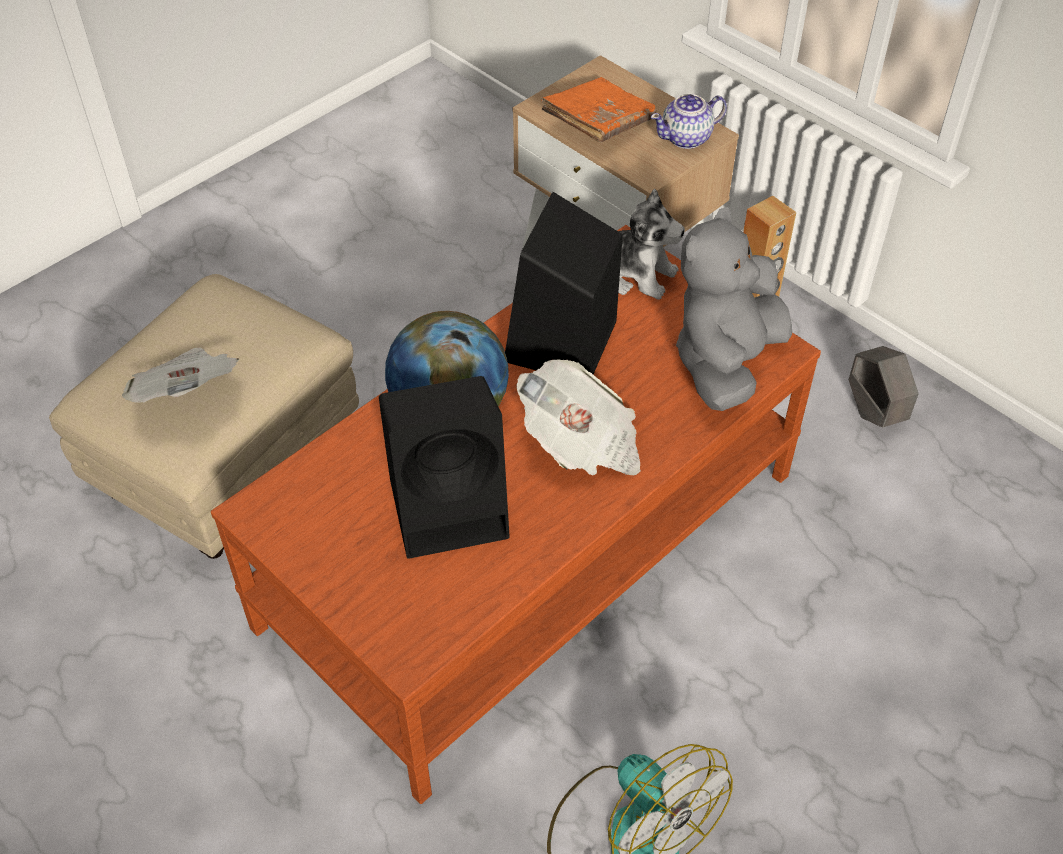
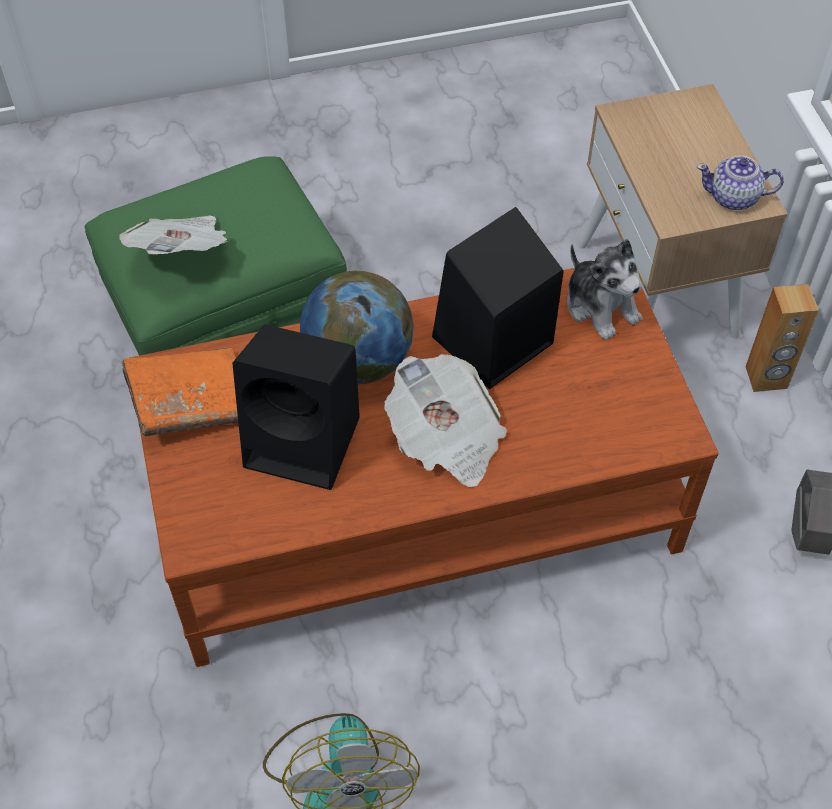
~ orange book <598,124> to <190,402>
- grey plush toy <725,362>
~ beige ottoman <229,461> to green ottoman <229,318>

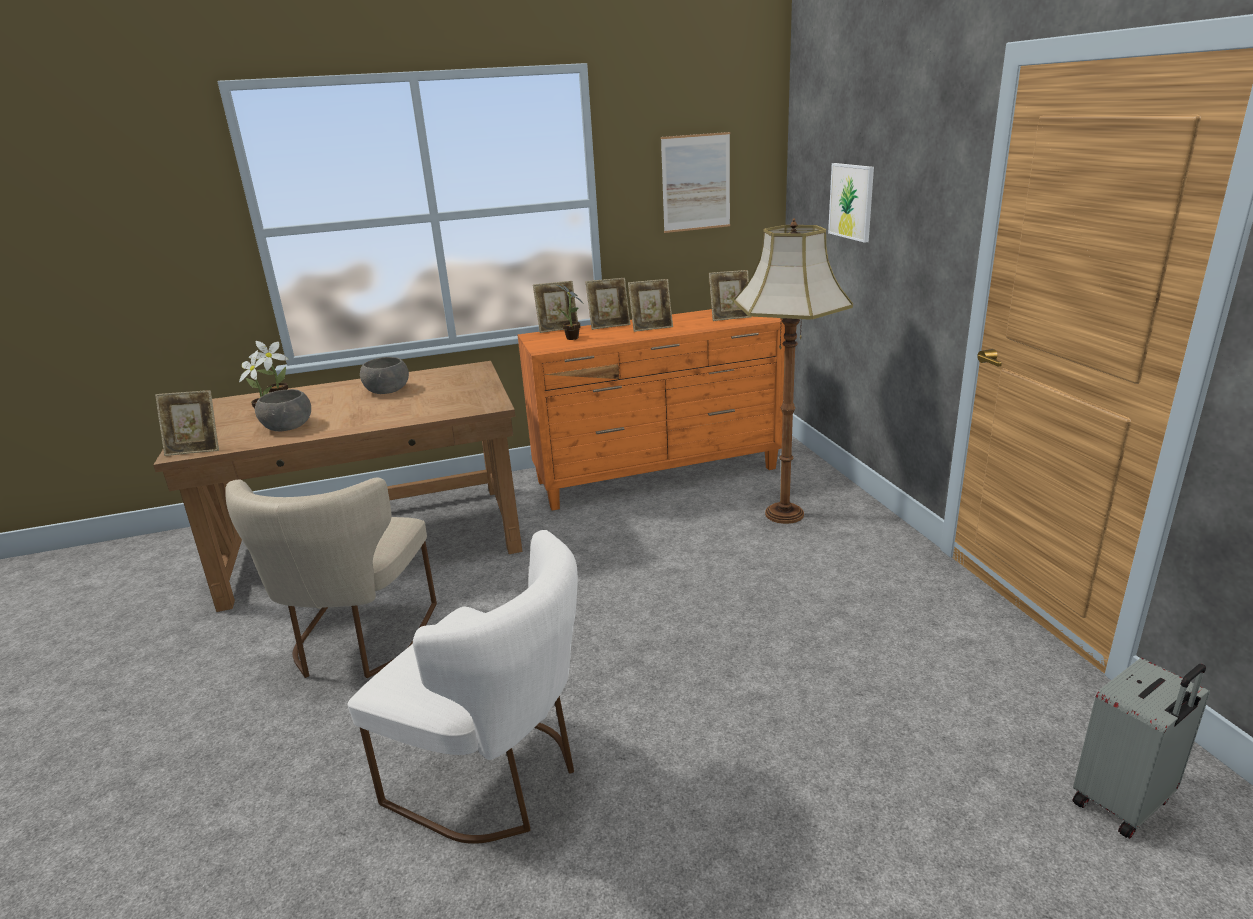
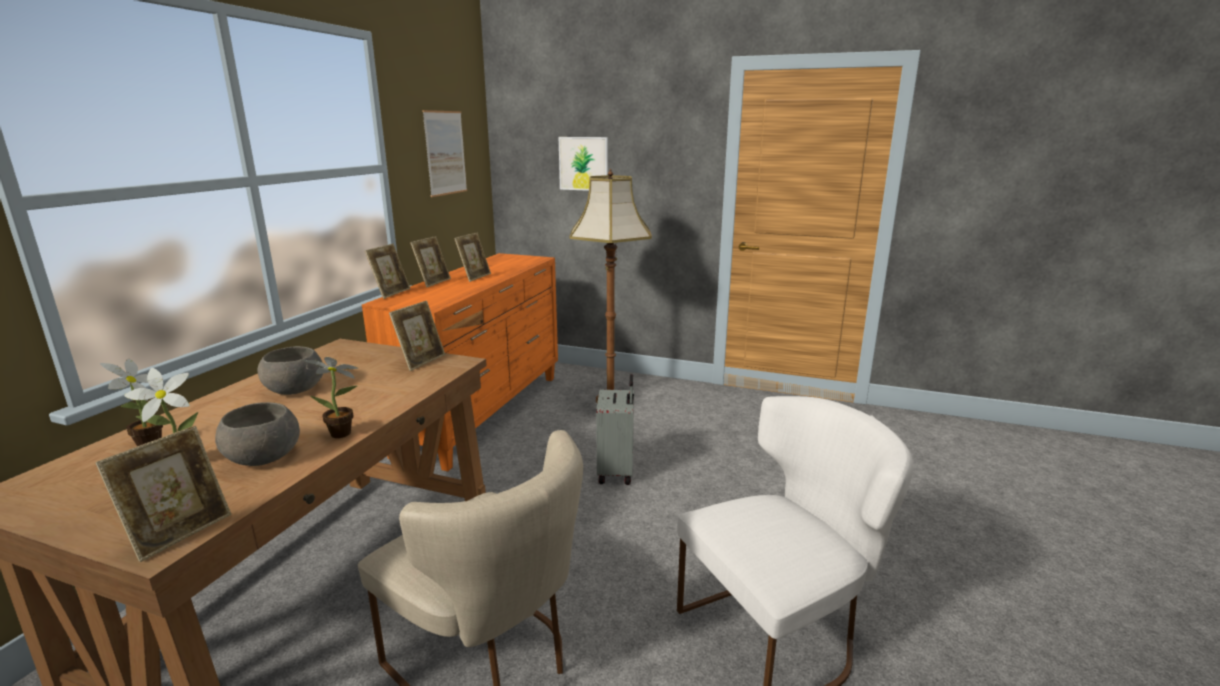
~ picture frame <730,317> to <421,361>
~ potted plant <573,338> to <344,434>
~ grey suitcase <1124,803> to <617,472>

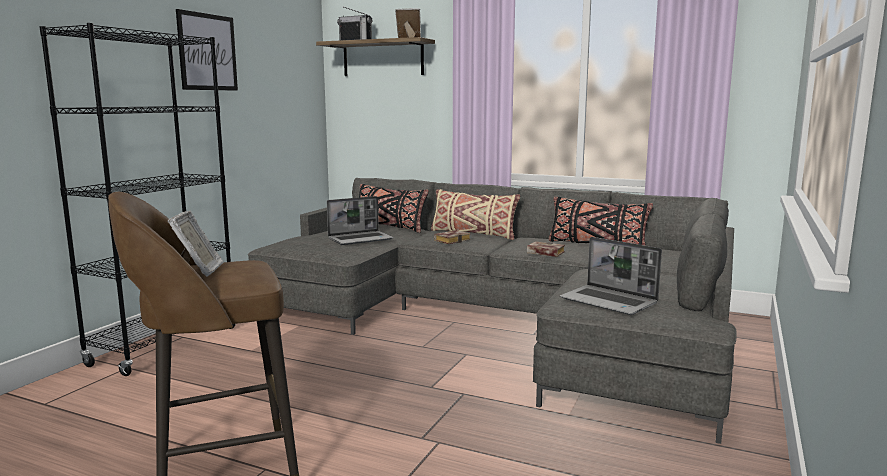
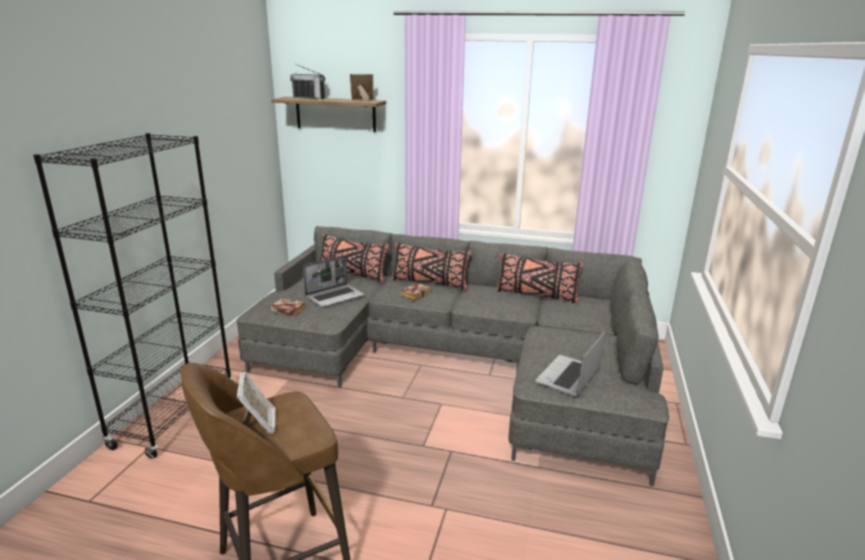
- picture <207,52>
~ beige pillow <473,234> to black pillow <430,283>
~ laptop <609,302> = <568,377> 90 degrees clockwise
~ book <543,253> to <287,310>

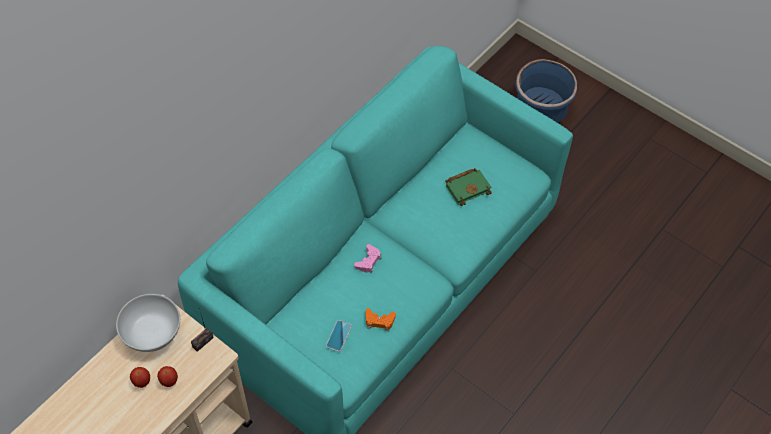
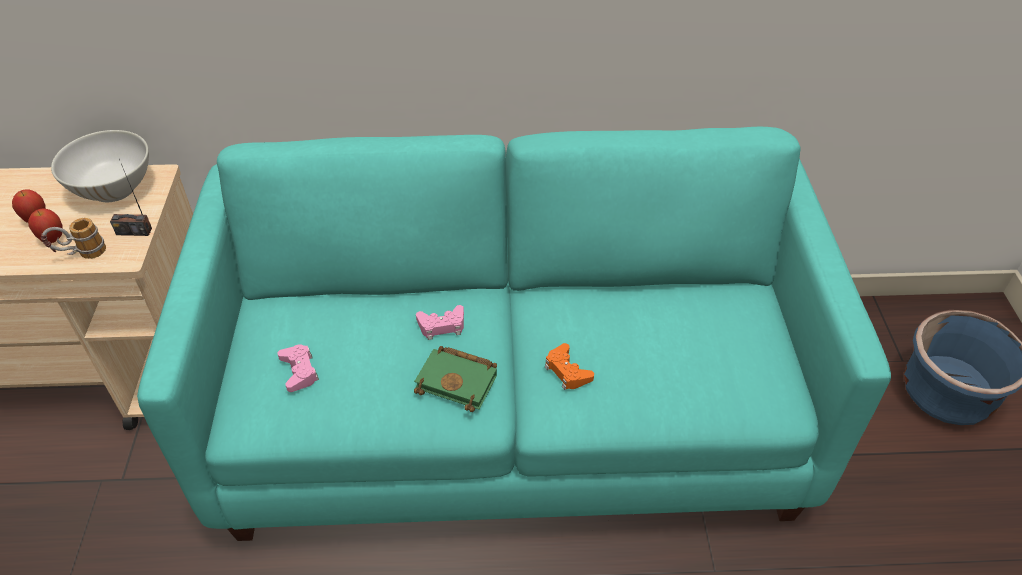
~ green book <468,187> to <459,381>
~ orange game controller <379,321> to <567,371>
~ phone <339,336> to pink game controller <299,371>
+ mug <81,255>

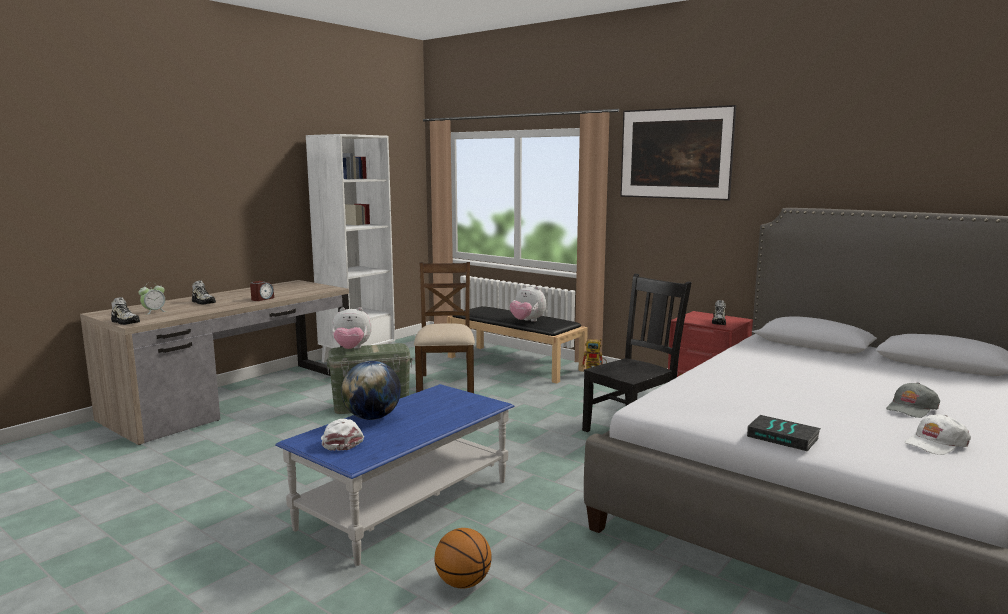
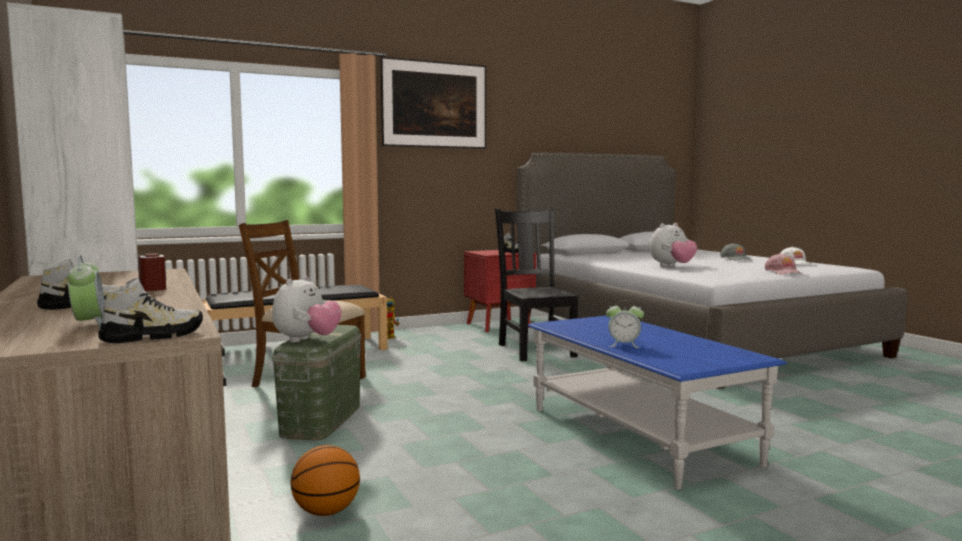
~ plush toy <527,321> to <672,266>
~ globe <372,417> to alarm clock <624,345>
~ book <783,437> to pink cap <783,272>
- white cap <341,441>
~ basketball <463,582> to <326,512>

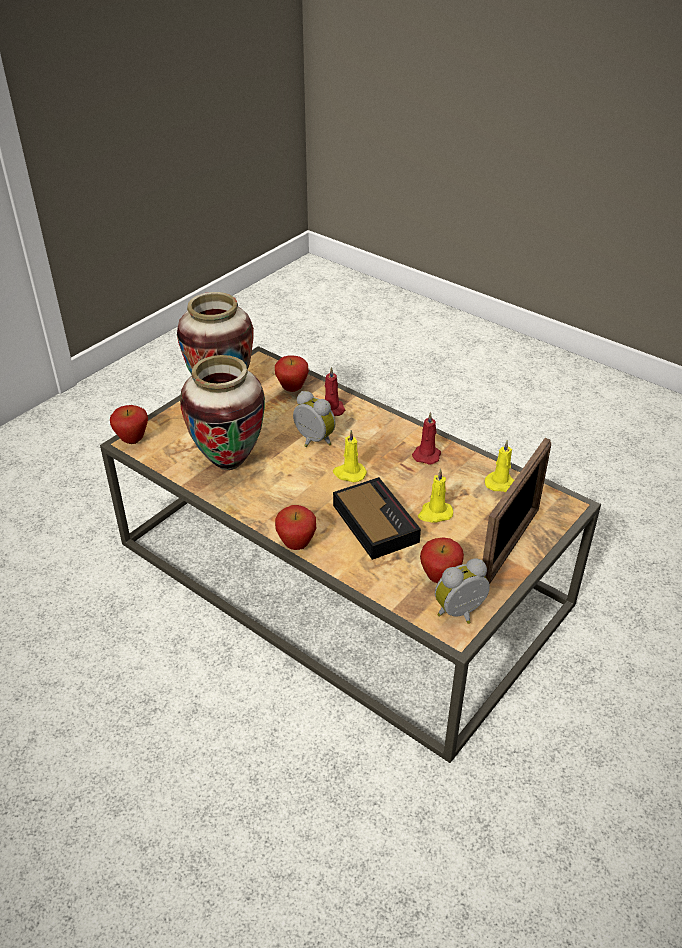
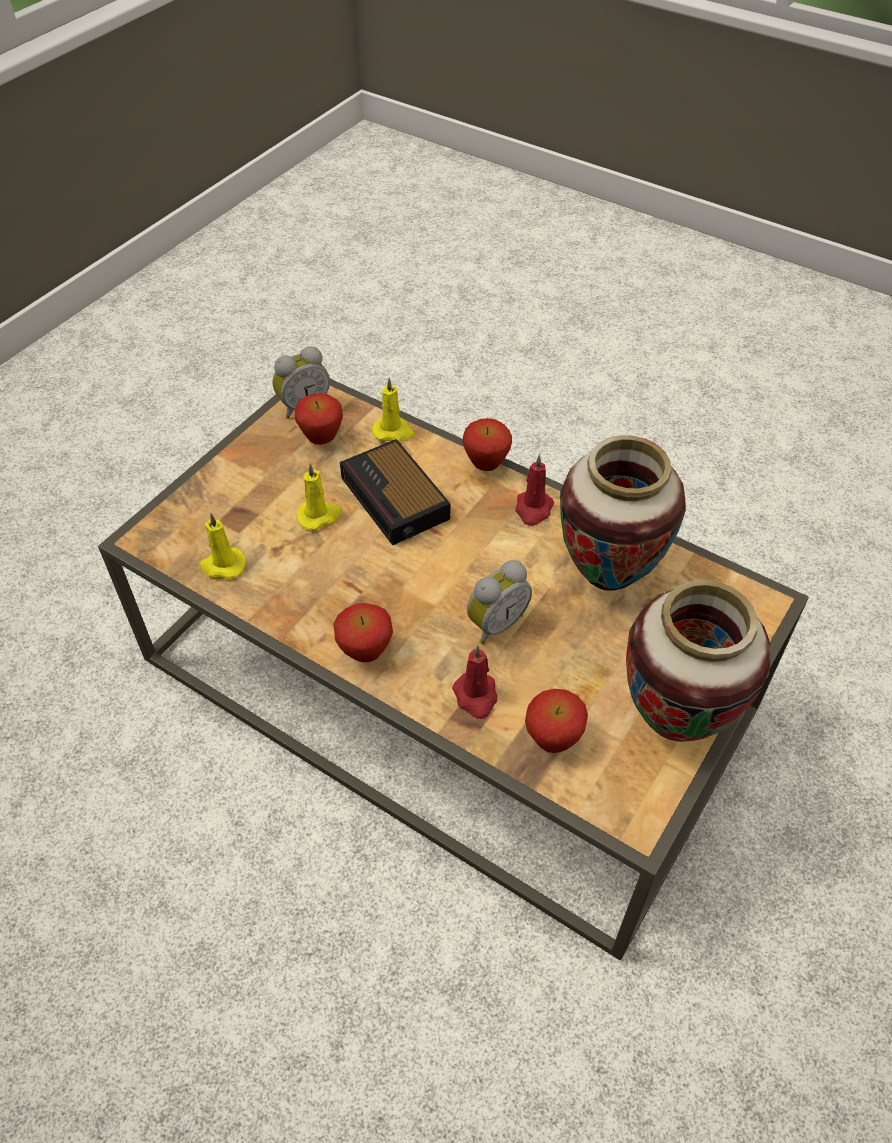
~ alarm clock <312,441> = <495,623> 75 degrees counterclockwise
~ apple <133,440> to <365,653>
~ red candle <427,455> to <533,509>
~ yellow candle <349,473> to <394,432>
- picture frame <510,547>

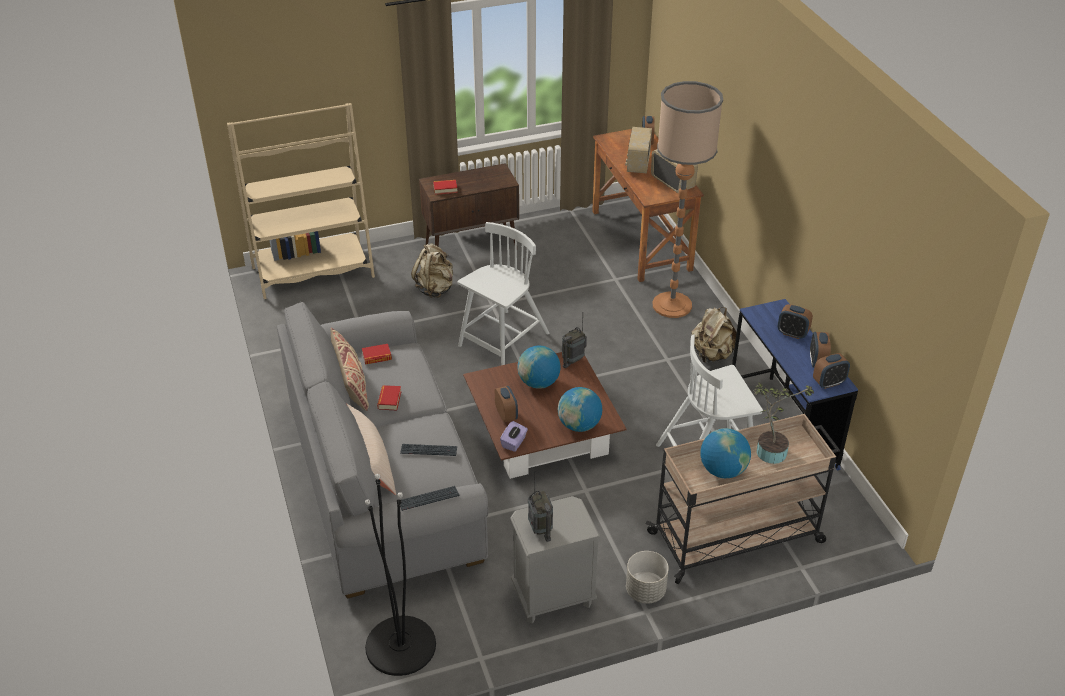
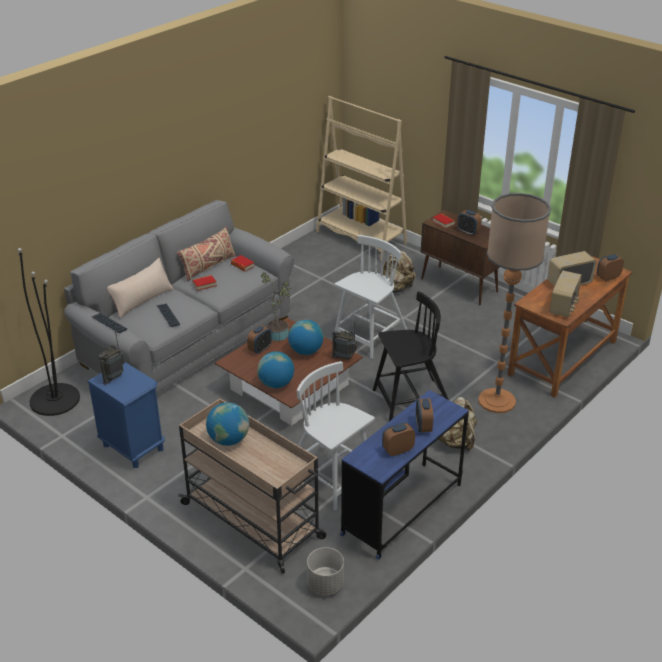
~ white chair <503,341> = <369,336> 60 degrees counterclockwise
~ alarm clock <829,383> to <468,232>
~ potted plant <768,450> to <279,333>
- purple tissue box <514,443>
~ grey nightstand <552,597> to blue nightstand <132,447>
~ grey planter <645,591> to <325,585>
+ black chair <410,401>

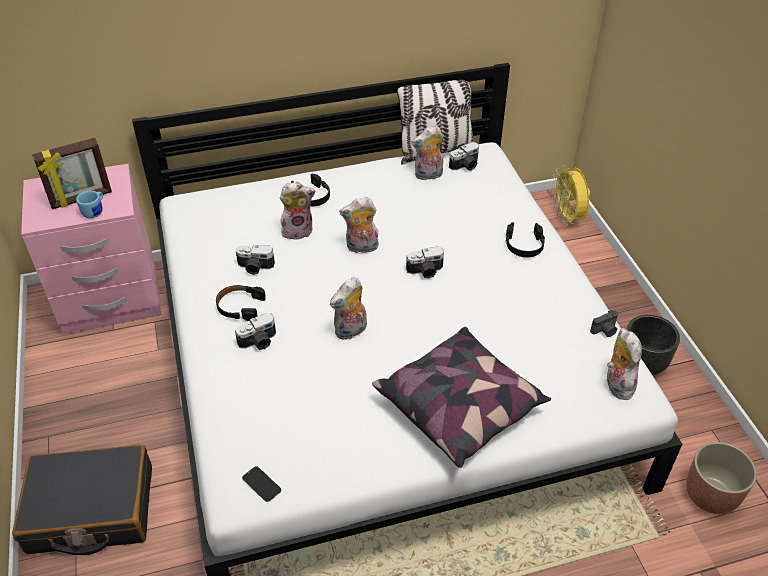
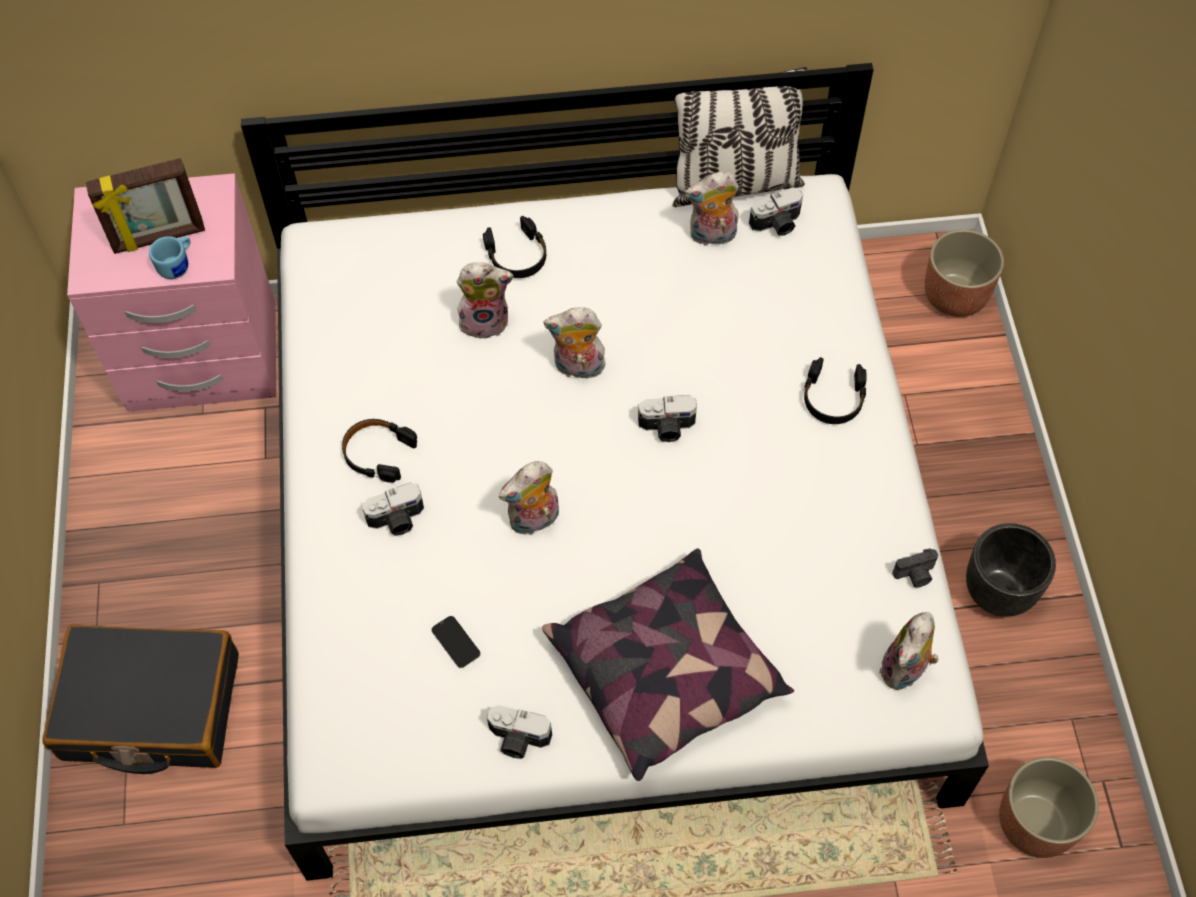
~ yellow fan <567,218> to planter <955,296>
~ photo camera <255,267> to <518,740>
~ plush toy <616,384> = <905,671> 150 degrees counterclockwise
~ phone <261,484> to <456,642>

